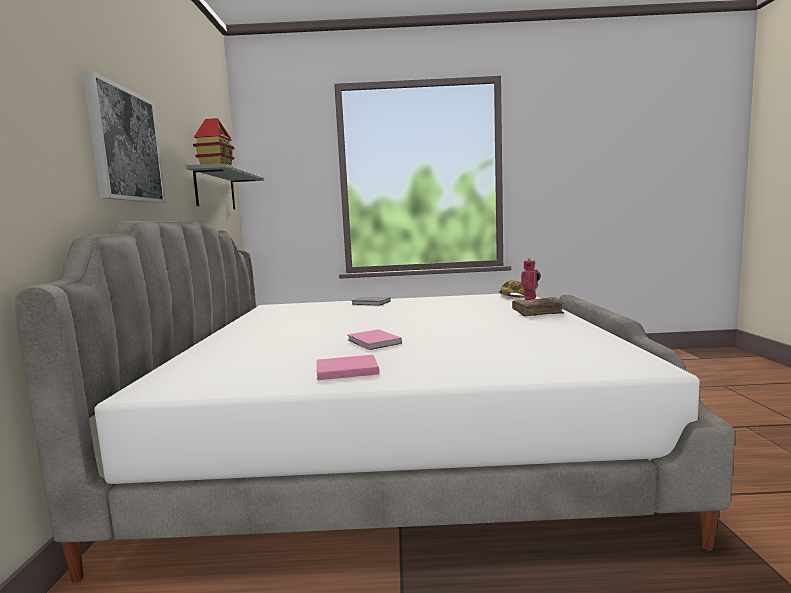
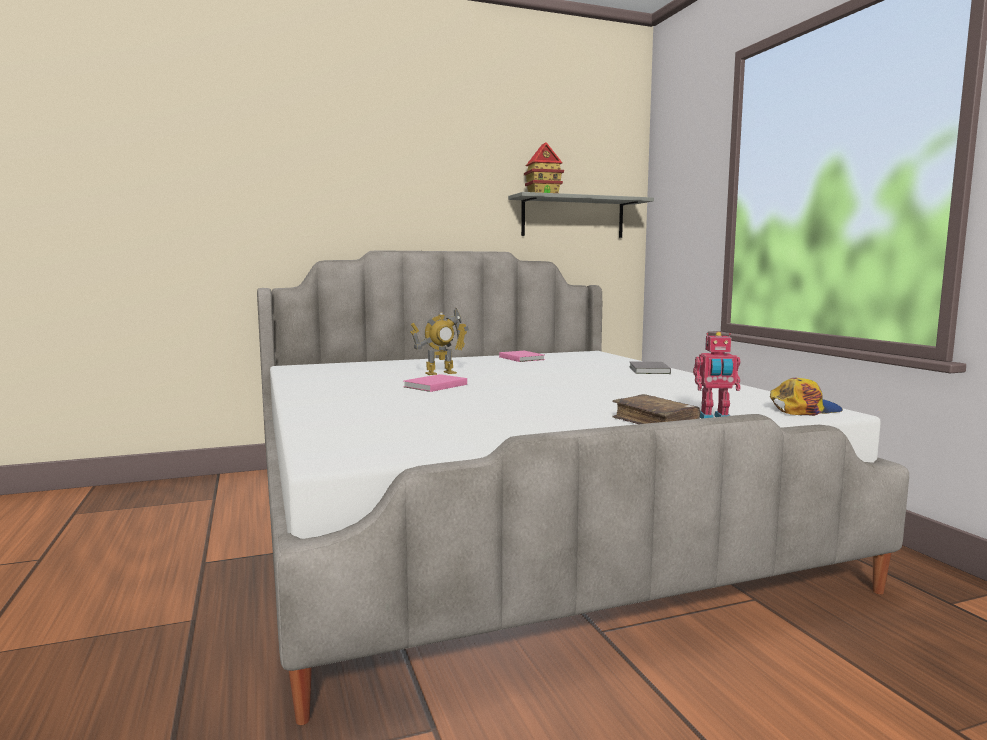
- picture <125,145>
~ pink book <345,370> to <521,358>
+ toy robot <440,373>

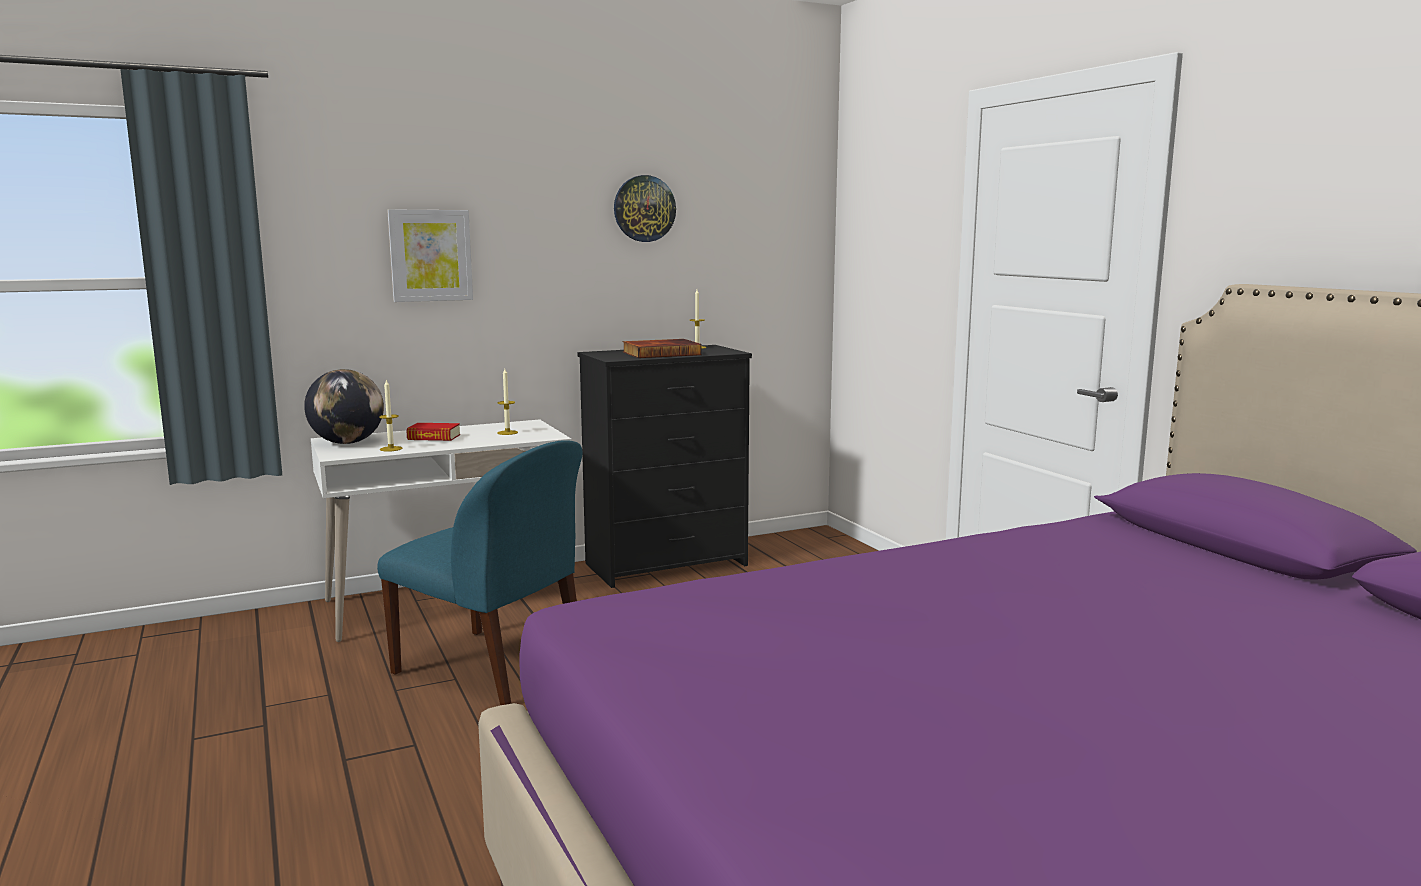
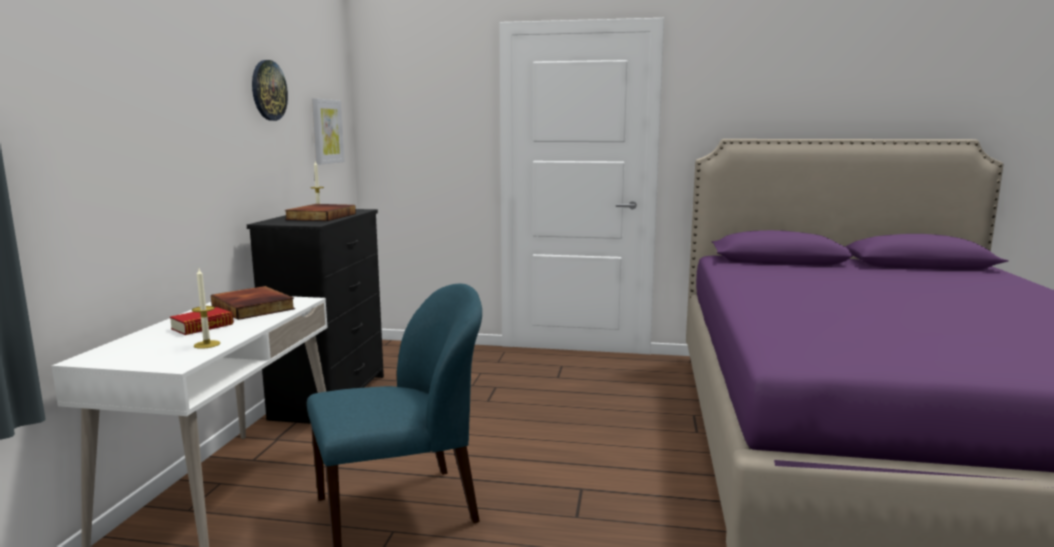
~ picture <430,255> to <326,131>
- globe <347,443>
~ candle <507,432> to book <255,307>

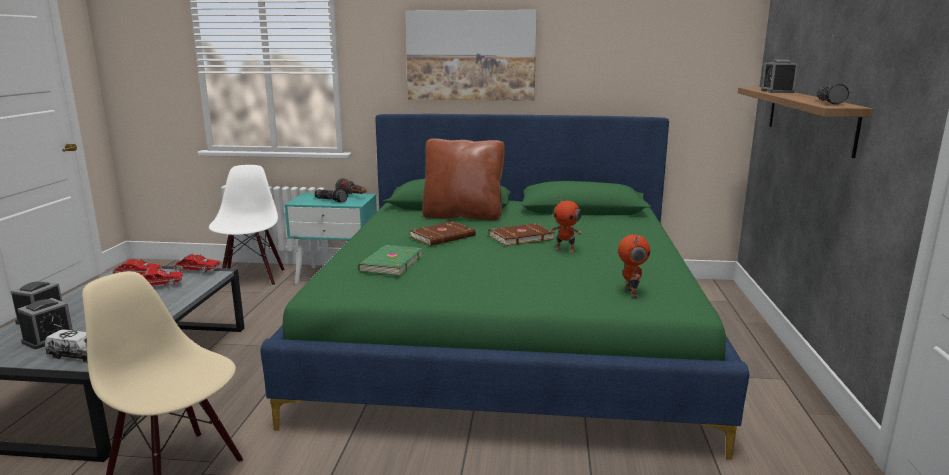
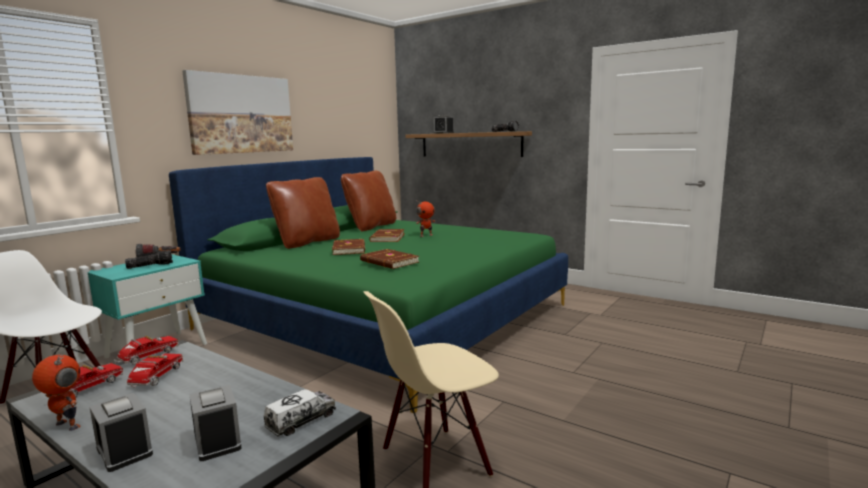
~ toy robot <630,293> to <66,426>
~ green book <390,263> to brown book <389,262>
+ brown pillow <371,226>

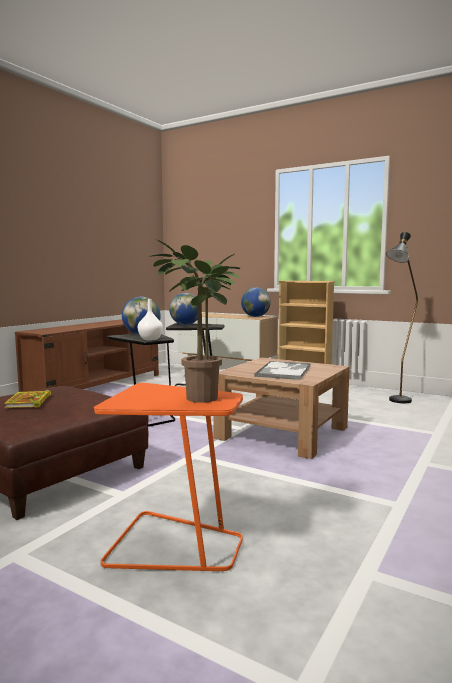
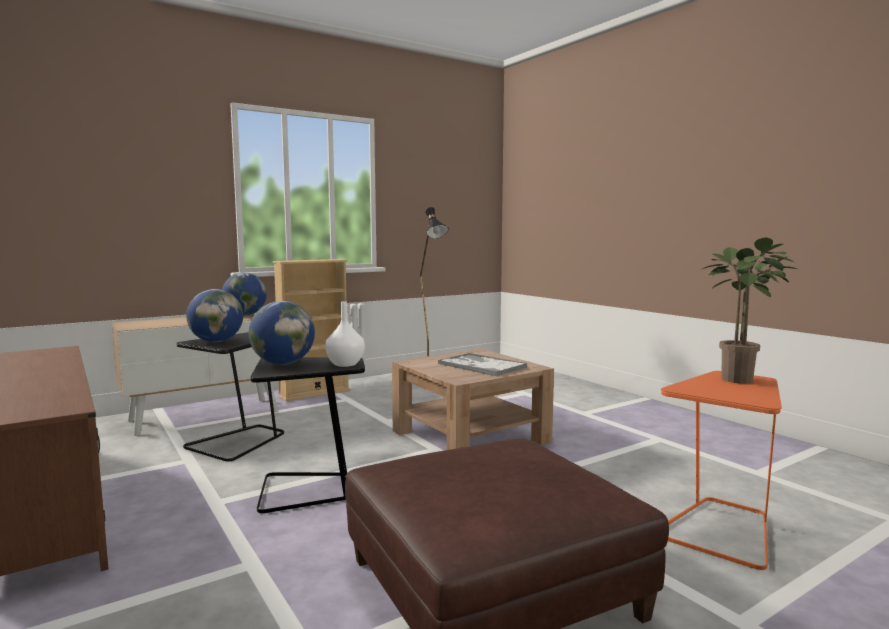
- book <28,402>

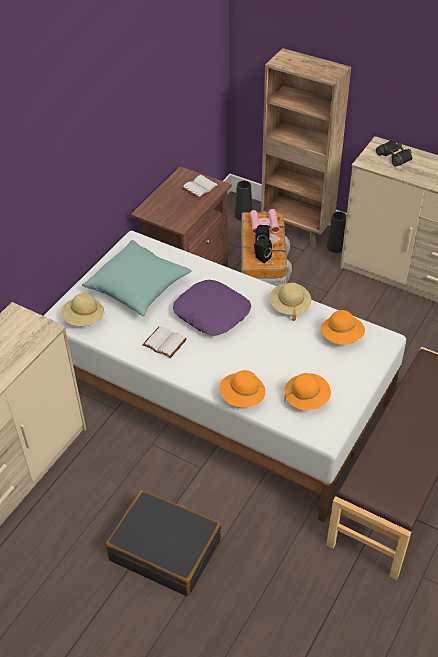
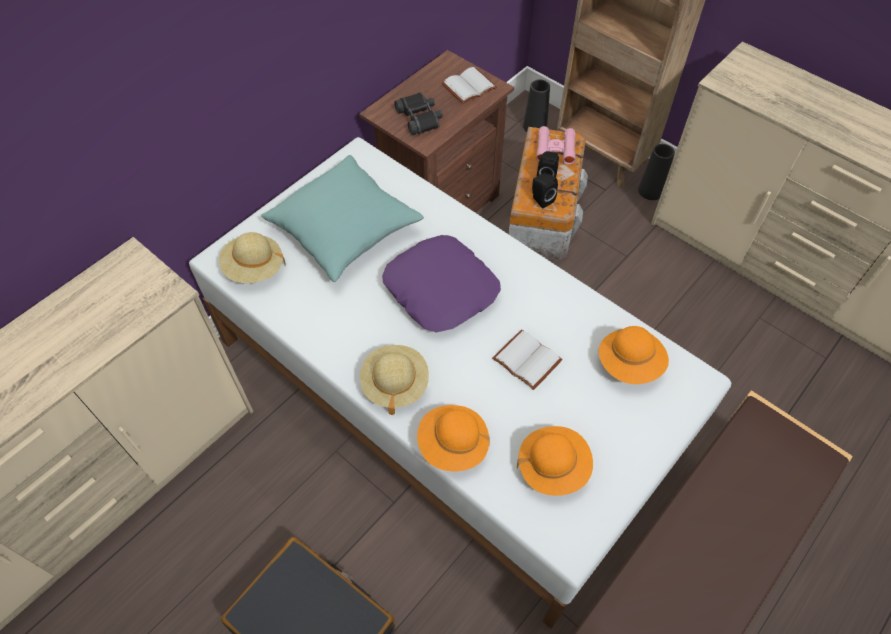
~ black binoculars <394,156> to <420,118>
~ beige hat <289,306> to <395,384>
~ white book <163,343> to <525,360>

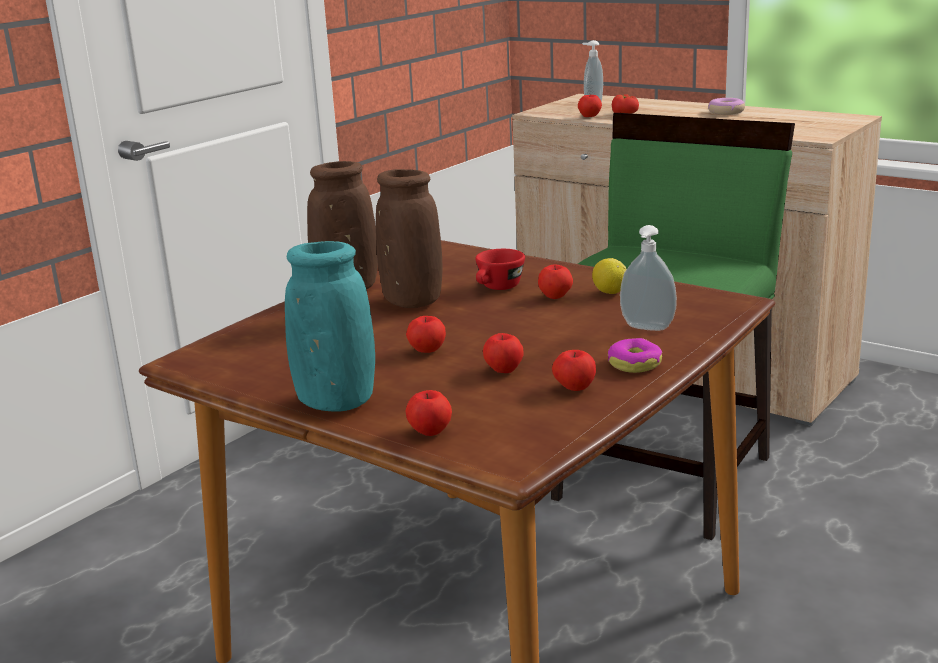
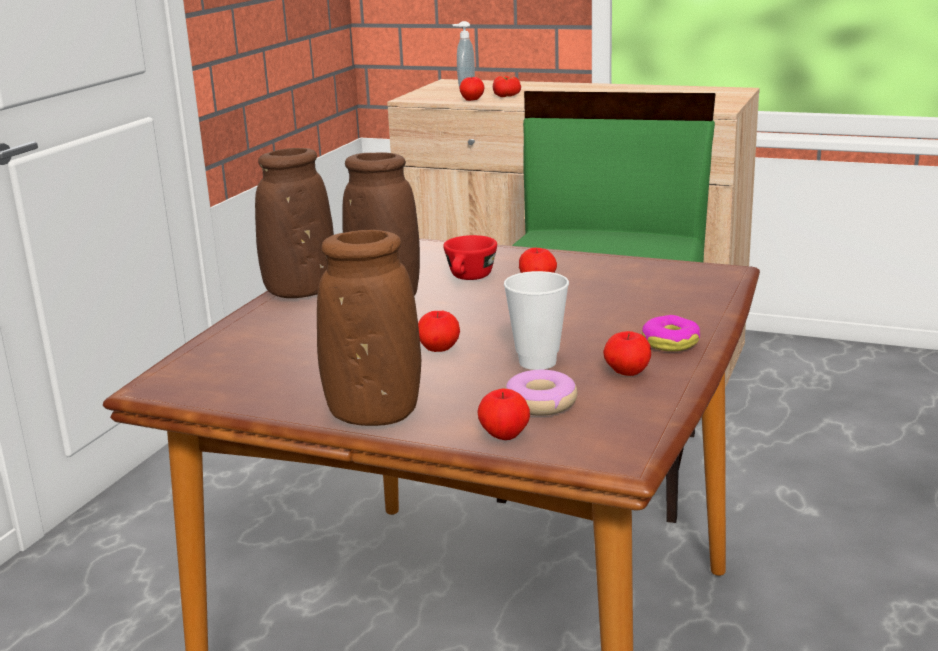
~ donut <726,112> to <541,403>
- soap dispenser <646,328>
~ turquoise vase <336,402> to brown vase <374,415>
- lemon <609,292>
~ apple <503,370> to cup <537,362>

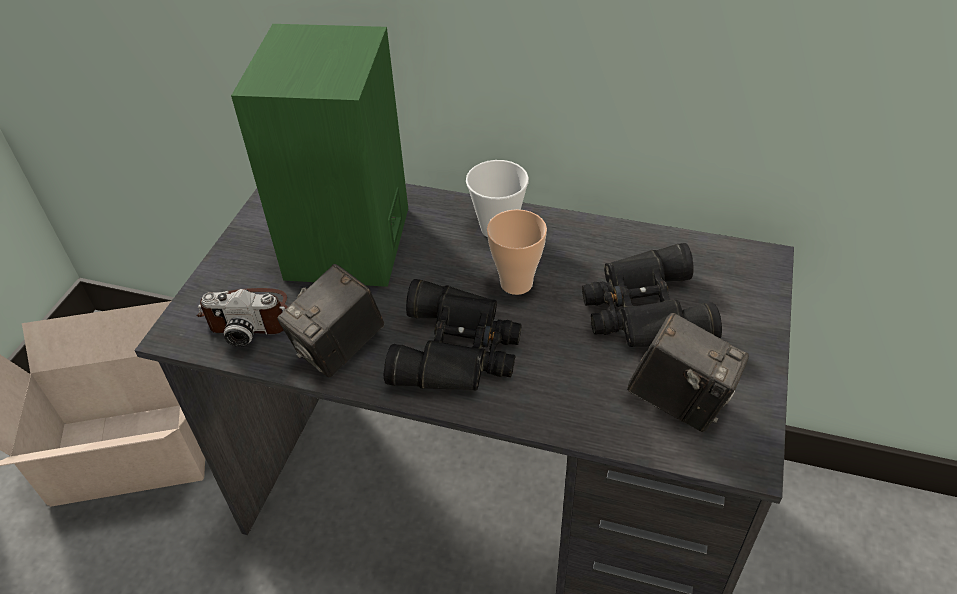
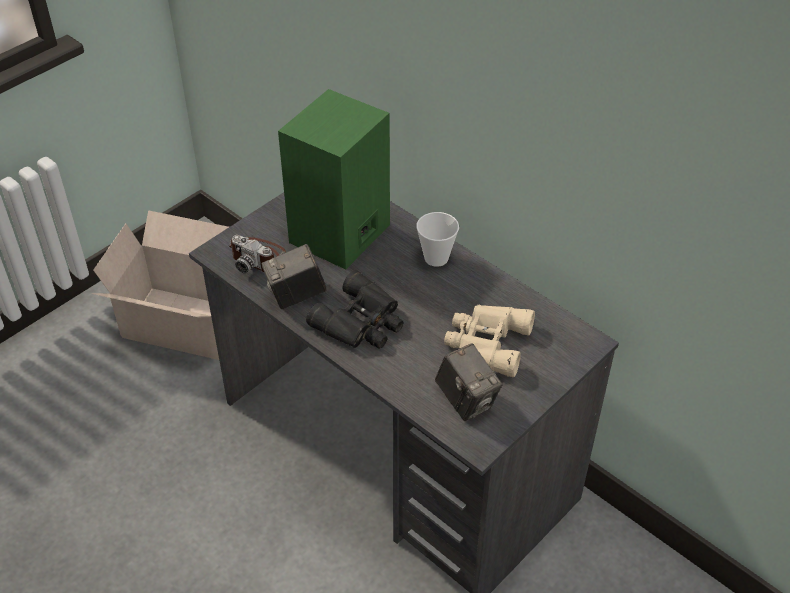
- cup <516,283>
~ black binoculars <642,311> to beige binoculars <486,343>

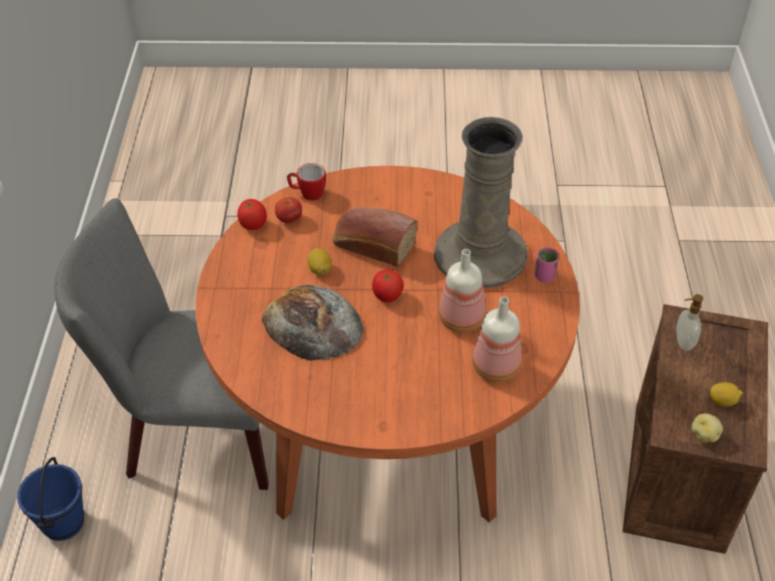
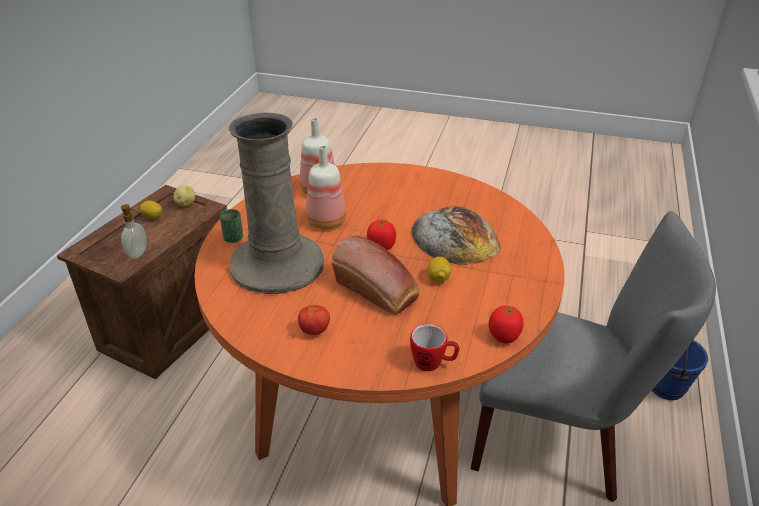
~ tomato <289,219> to <314,330>
~ pink cup <544,276> to green cup <233,238>

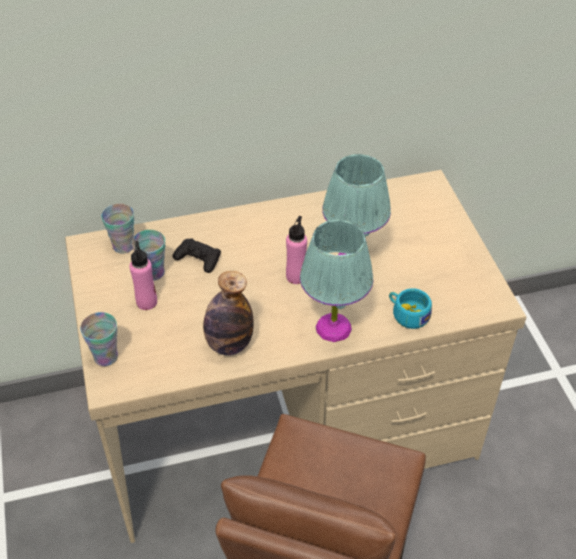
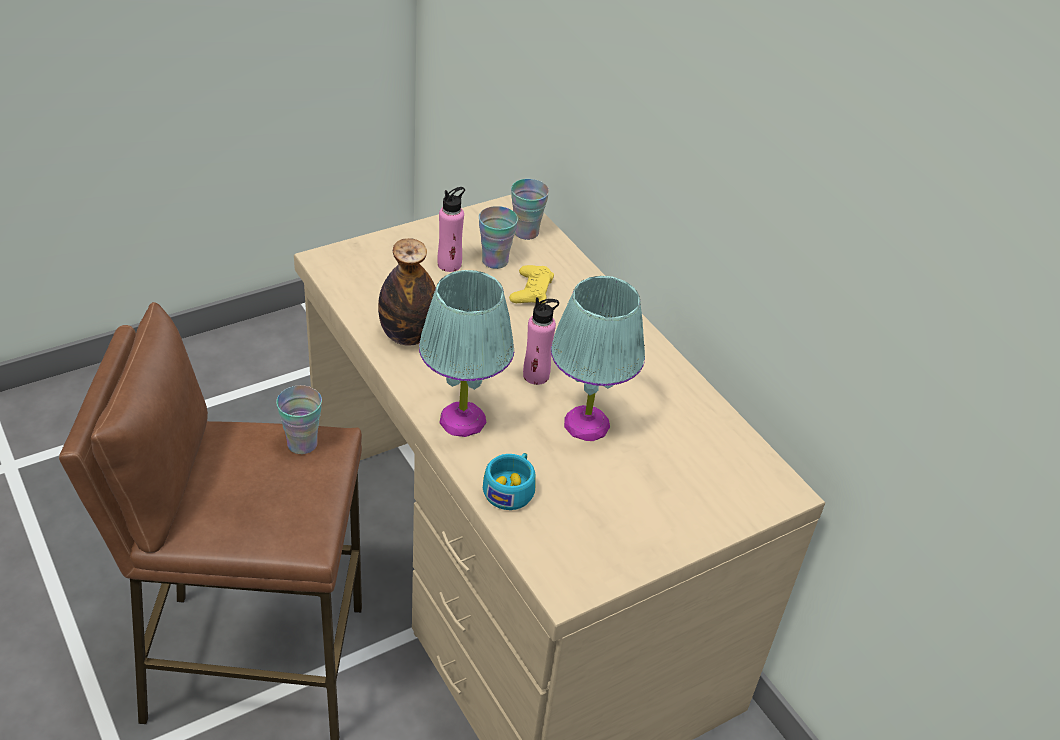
~ black game controller <198,258> to yellow game controller <531,290>
~ cup <106,357> to <302,444>

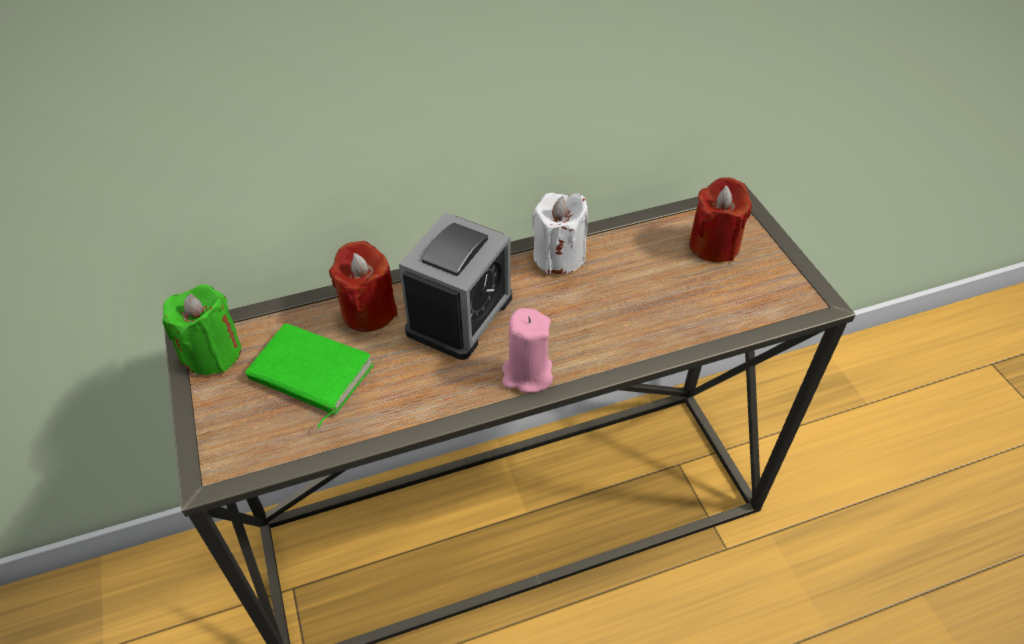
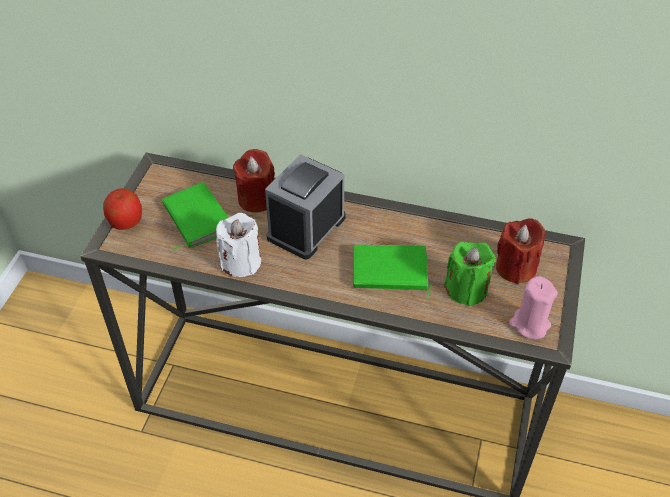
~ white candle <558,257> to <241,262>
~ alarm clock <460,314> = <306,227> 150 degrees clockwise
~ green candle <212,353> to <466,289>
~ pink candle <527,374> to <529,324>
+ apple <126,222>
+ green book <389,273>

